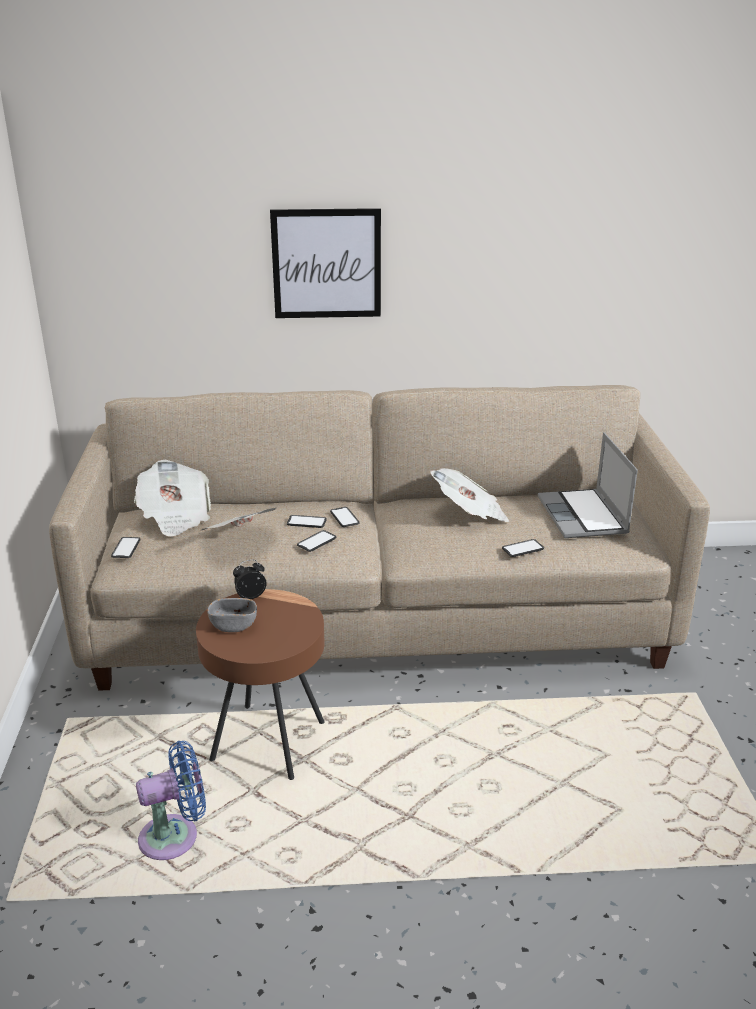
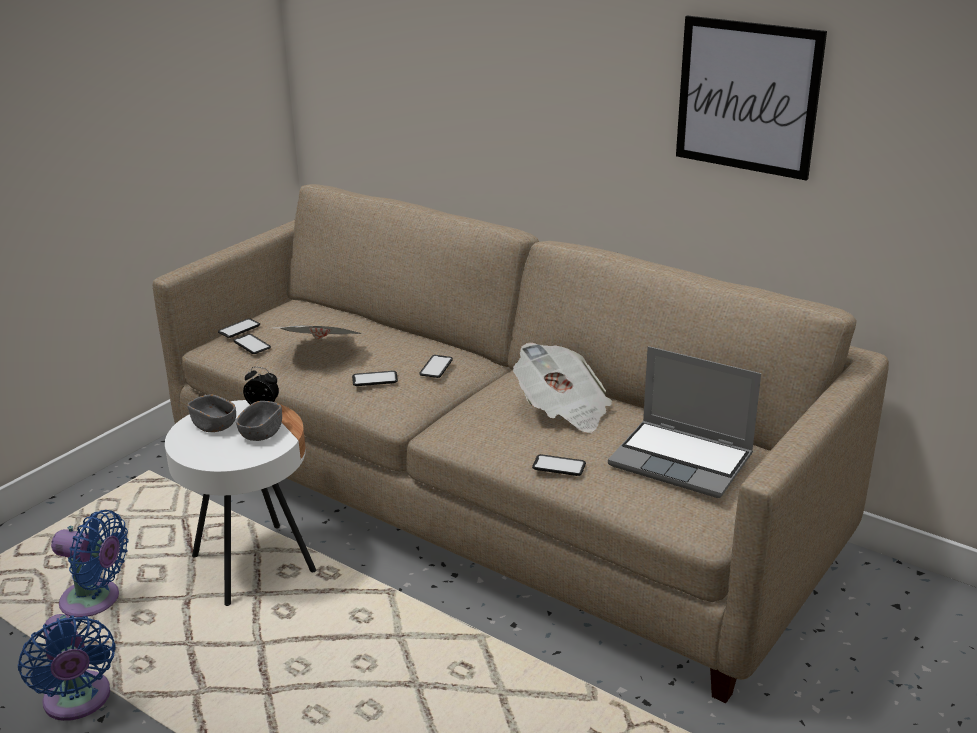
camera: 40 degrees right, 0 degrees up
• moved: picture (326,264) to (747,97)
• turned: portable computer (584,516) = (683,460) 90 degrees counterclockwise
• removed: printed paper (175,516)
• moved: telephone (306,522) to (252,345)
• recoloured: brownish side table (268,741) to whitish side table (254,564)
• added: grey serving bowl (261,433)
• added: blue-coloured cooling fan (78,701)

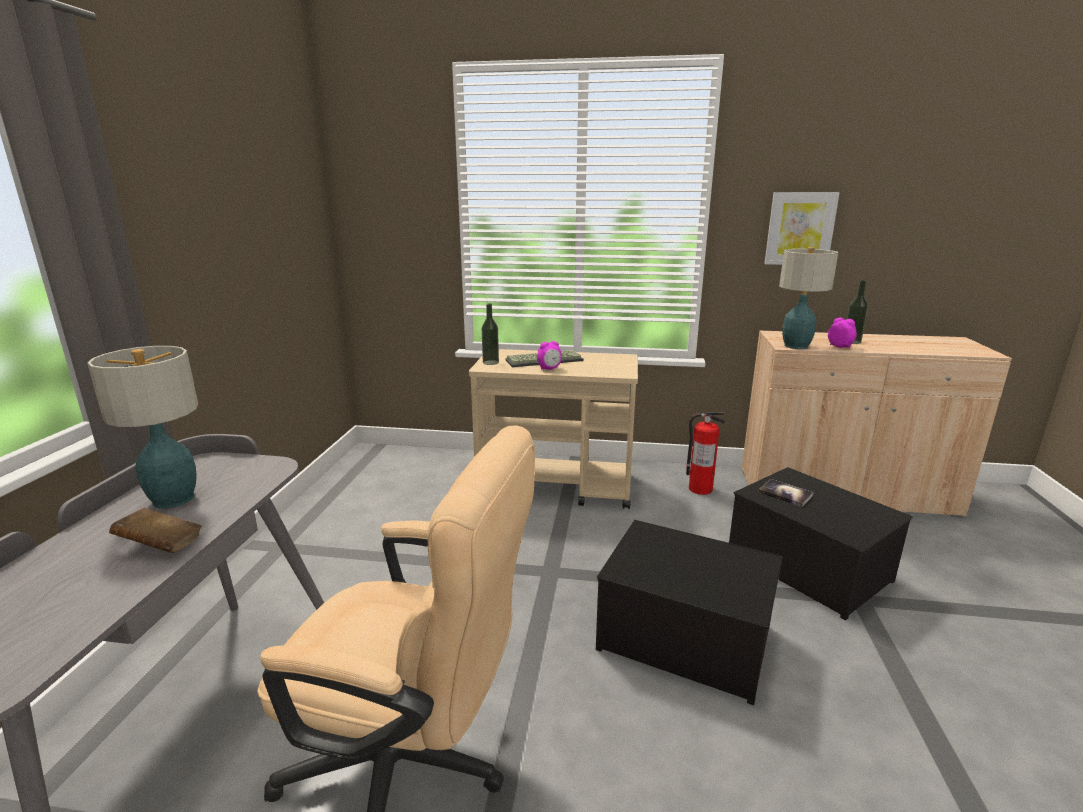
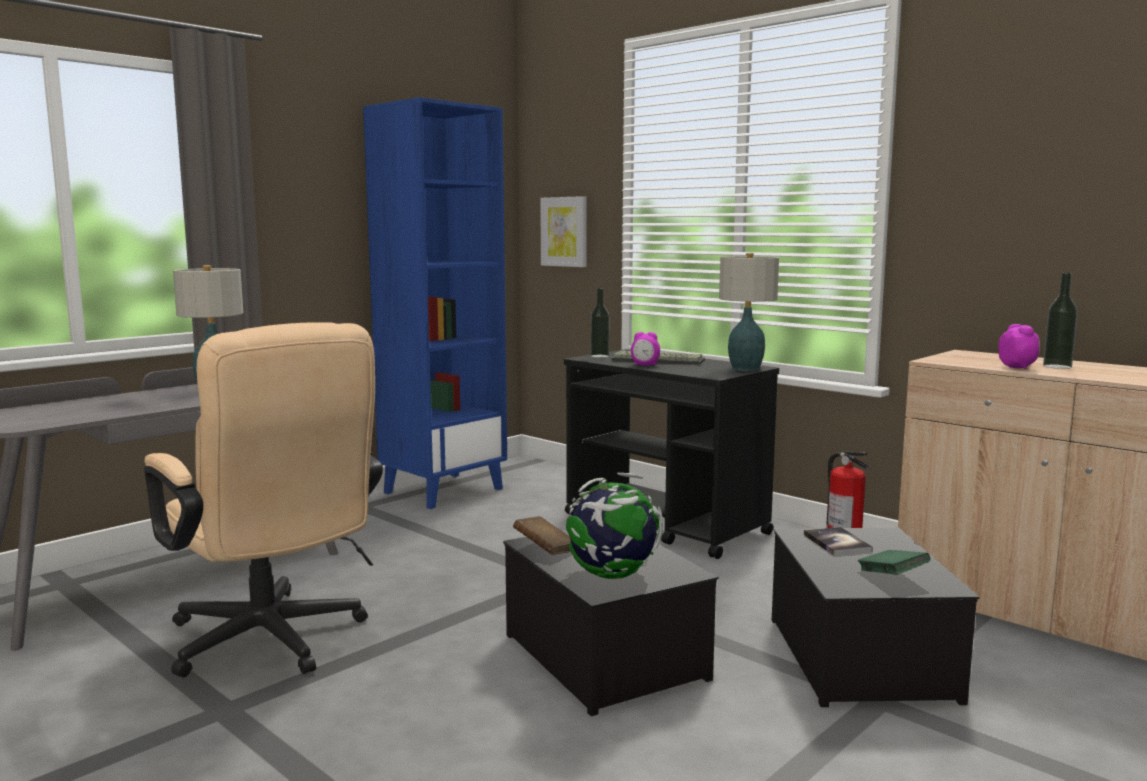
camera: 35 degrees right, 10 degrees down
• moved: picture (800,229) to (564,231)
• moved: lamp for a table (795,346) to (746,369)
• recoloured: beige wheeled cart (557,486) to blackish wheeled cart (667,524)
• moved: brownish volume (161,545) to (545,550)
• added: blue-coloured bookshelf (443,490)
• added: globe (612,576)
• added: greenish volume (892,577)

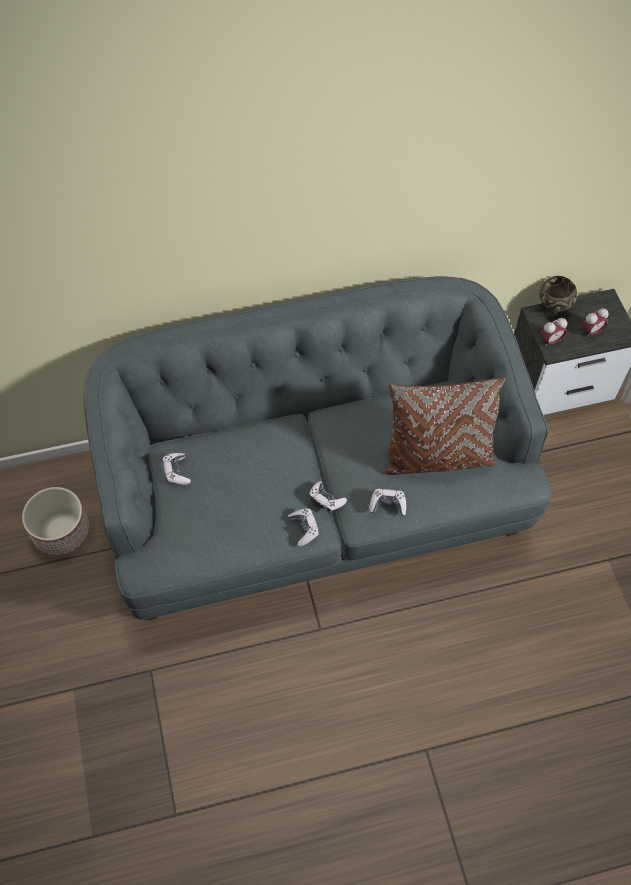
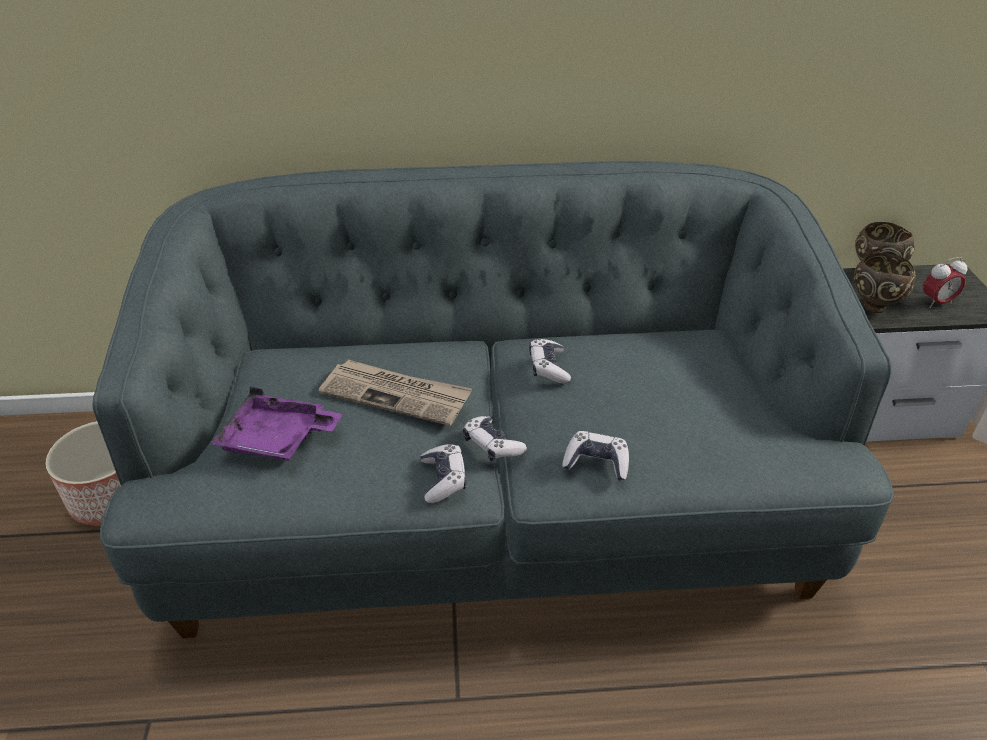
camera: 10 degrees right, 20 degrees down
• replaced: table clock (550,341) to brownish serving bowl (873,306)
• removed: brownish throw pillow (437,457)
• moved: game controller (176,471) to (548,367)
• added: printed paper (397,395)
• added: purple carrying tray (278,439)

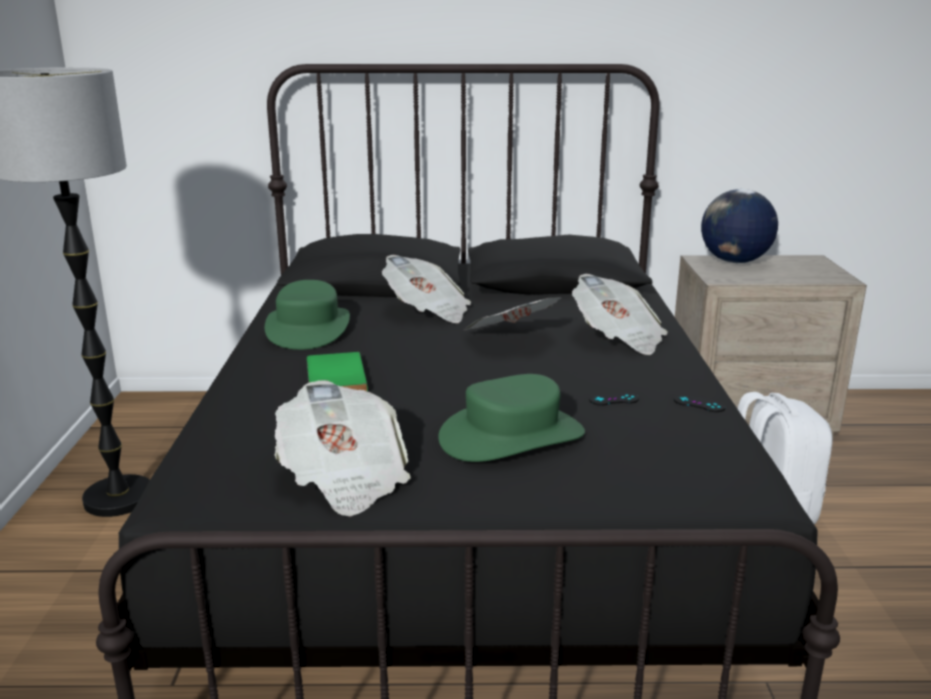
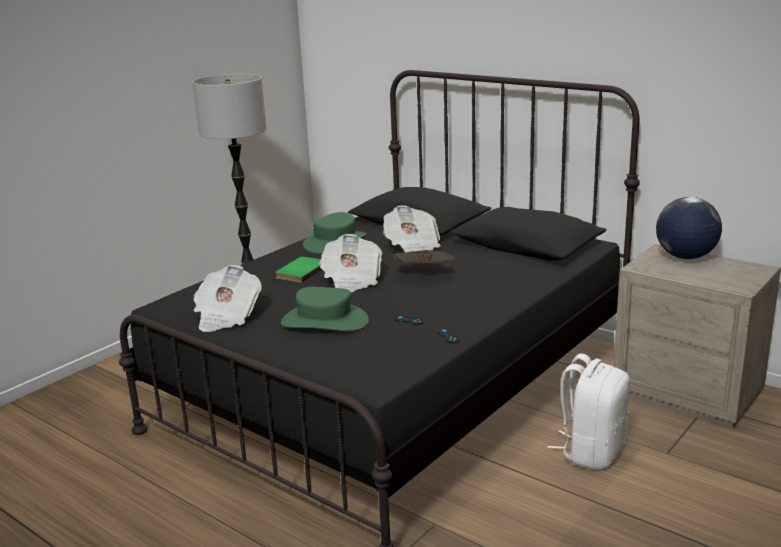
camera: 40 degrees right, 0 degrees up
• moved: printed paper (618,338) to (351,280)

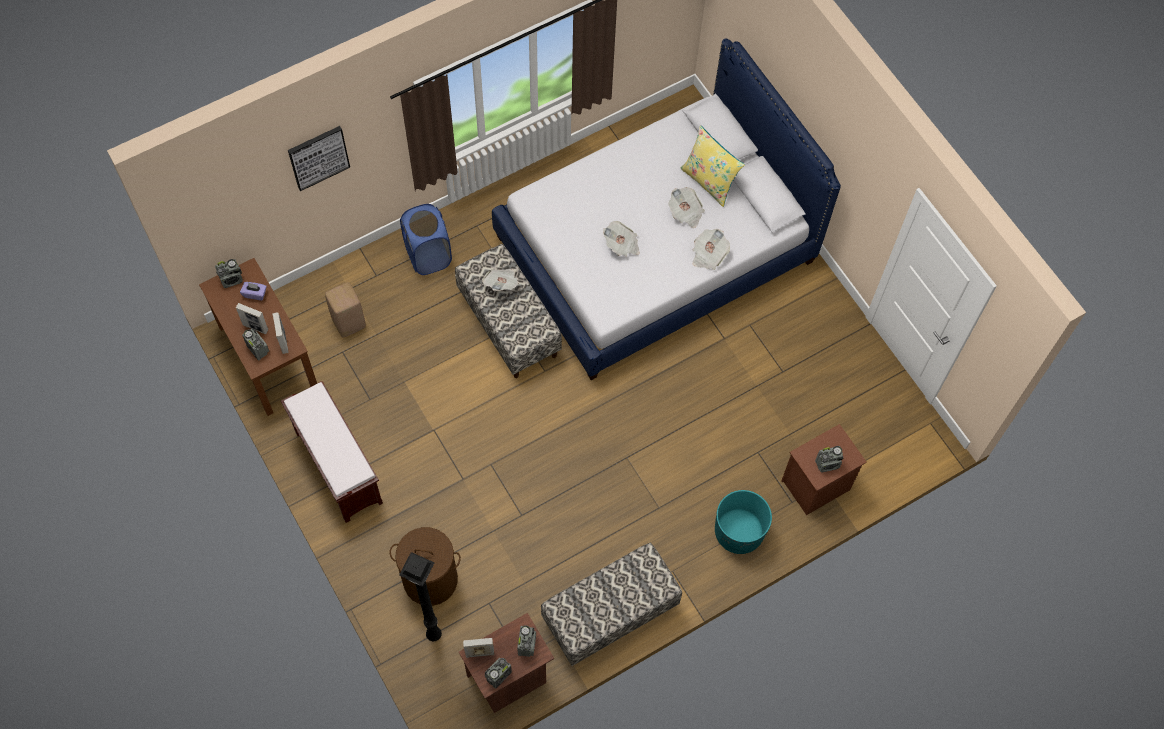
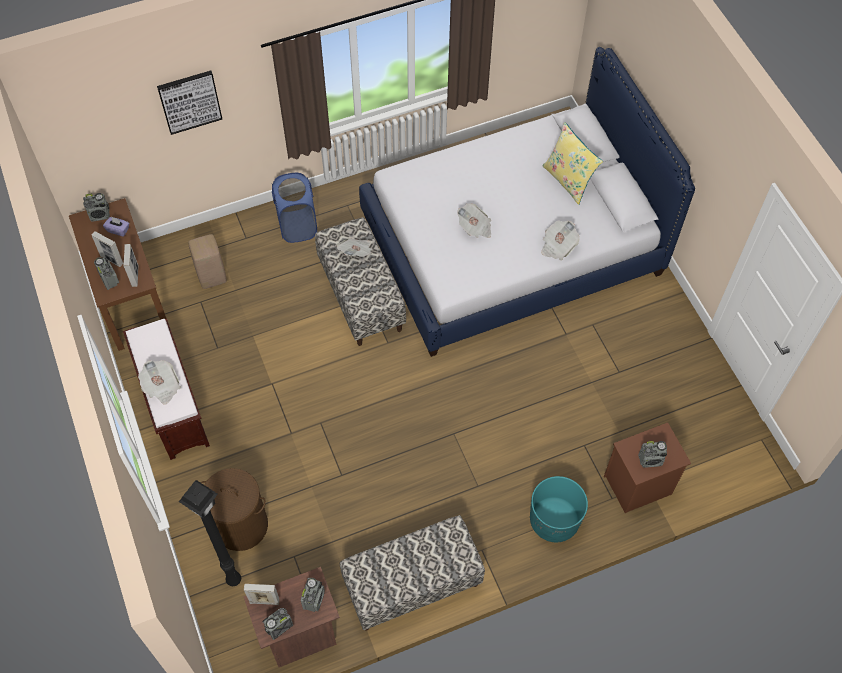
camera: 10 degrees right, 5 degrees down
• moved: printed paper (685,213) to (161,387)

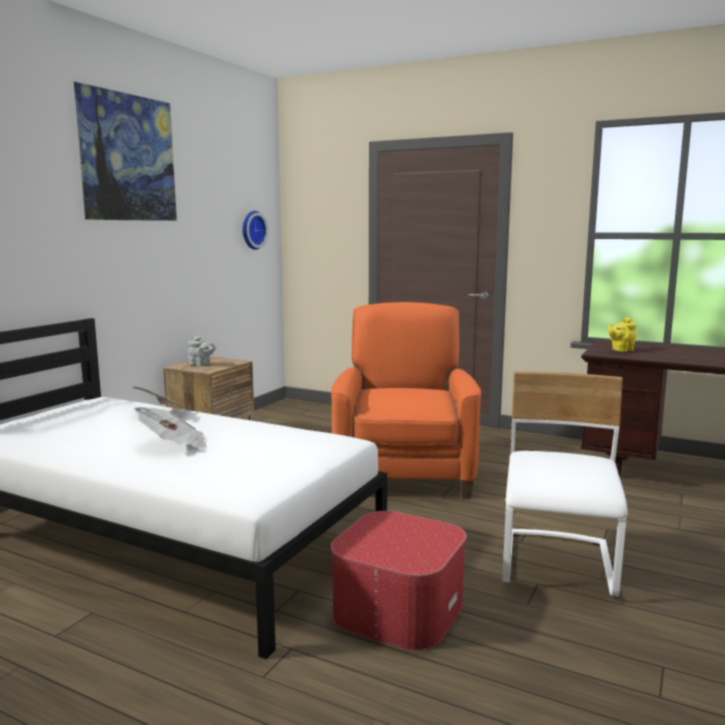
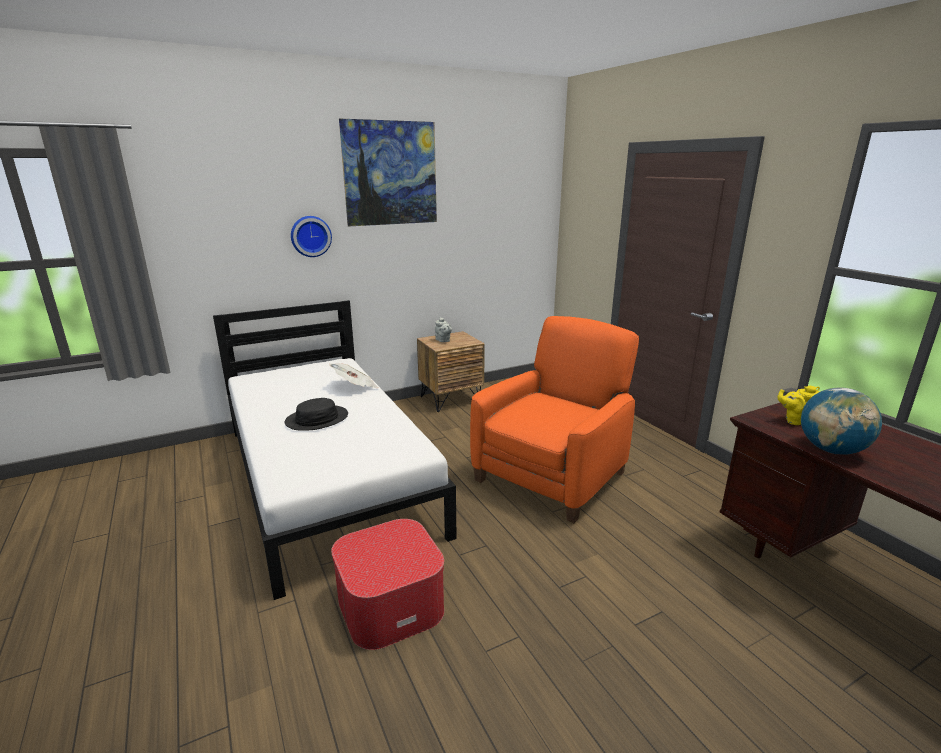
camera: 35 degrees right, 10 degrees up
• moved: wall clock (252,230) to (310,236)
• removed: whitish chair (558,565)
• replaced: printed paper (174,446) to blackish wearable hat (317,419)
• added: globe (831,450)

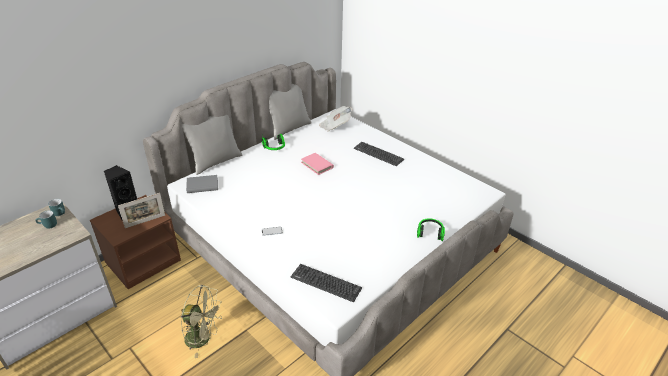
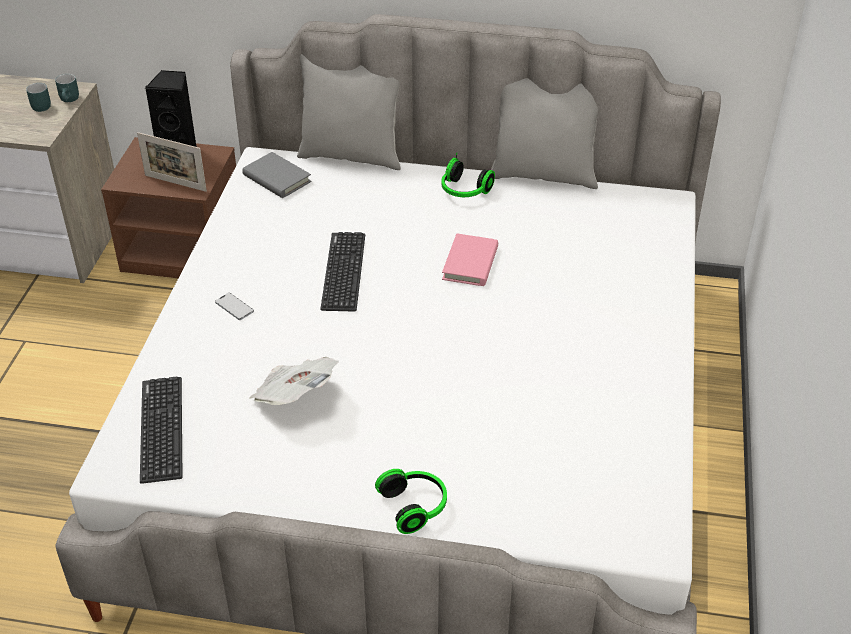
camera: 55 degrees right, 5 degrees up
• moved: printed paper (335,126) to (295,396)
• moved: PC keyboard (378,154) to (343,272)
• removed: greenish cooling fan (203,338)

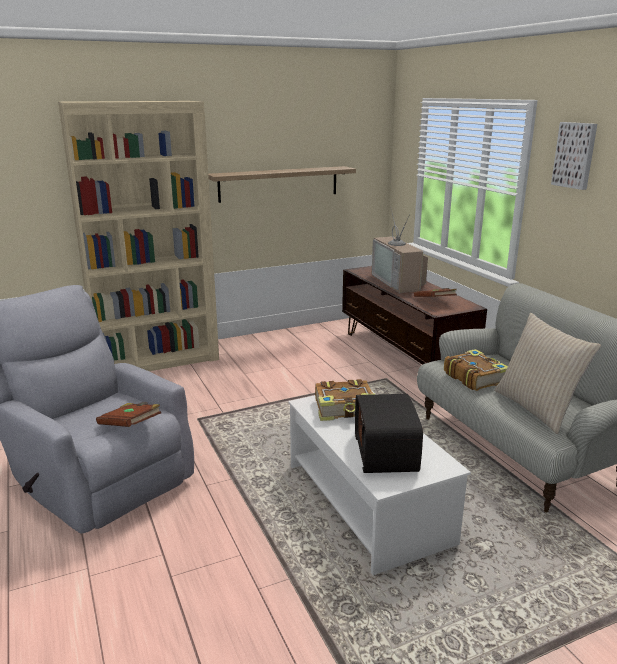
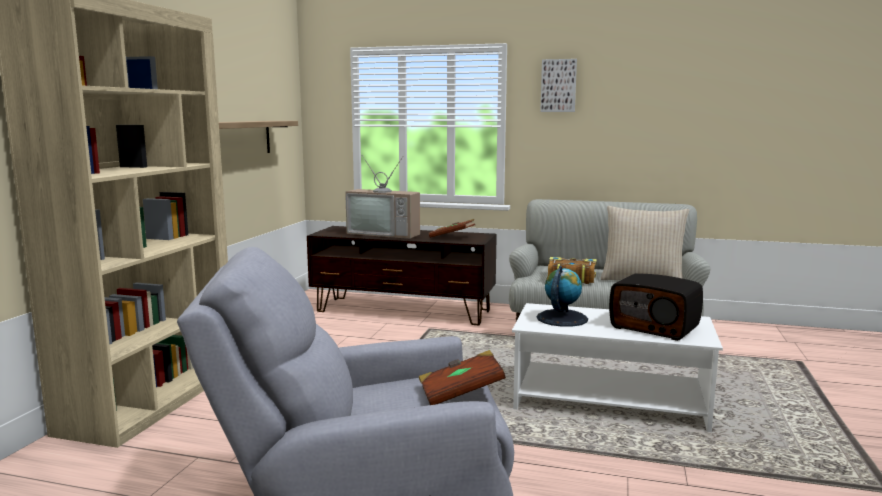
camera: 50 degrees left, 10 degrees down
• replaced: volume (345,409) to globe (561,318)

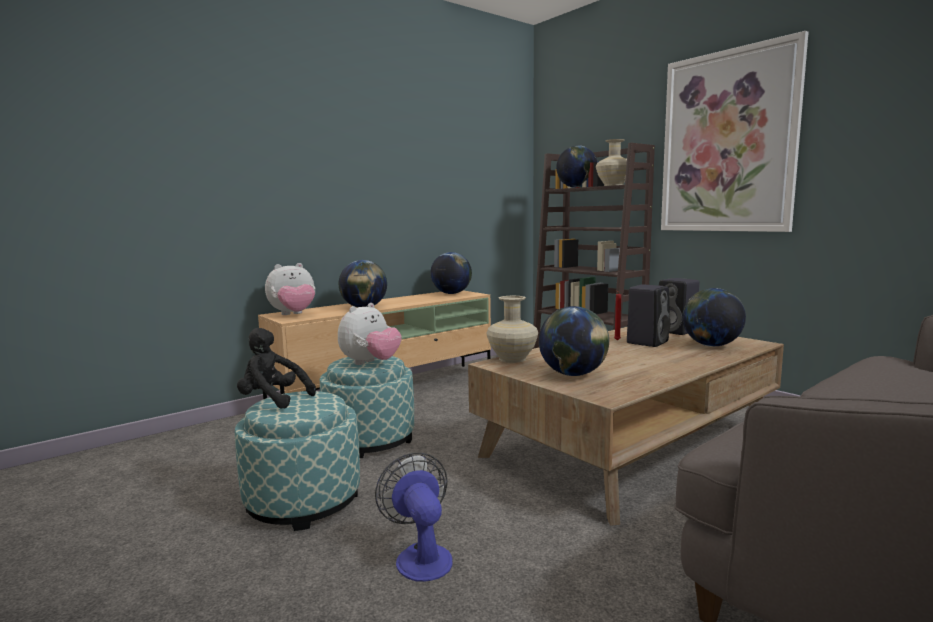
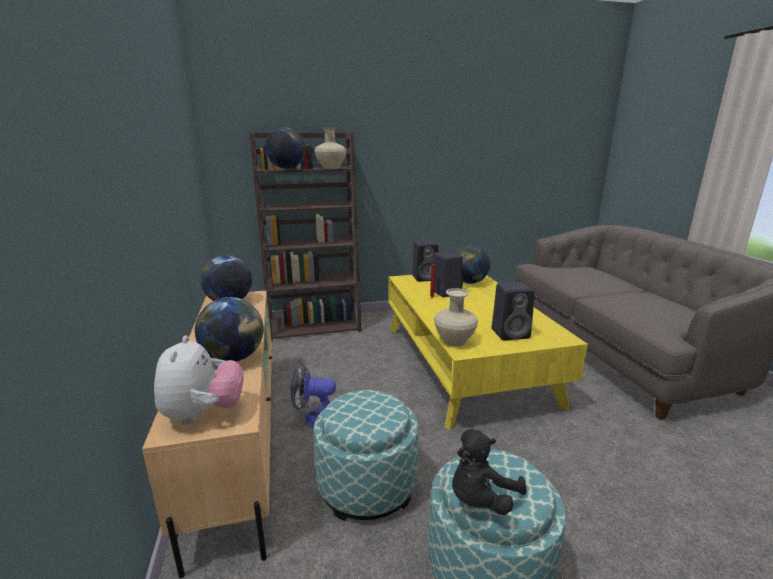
camera: 65 degrees left, 10 degrees up
• removed: picture (727,142)
• removed: soft toy (370,363)
• replaced: globe (573,375) to blackish loudspeaker (511,333)
• recoloured: brownish low table (629,444) to yellowish low table (465,363)
• moved: cooling fan (420,556) to (315,418)

